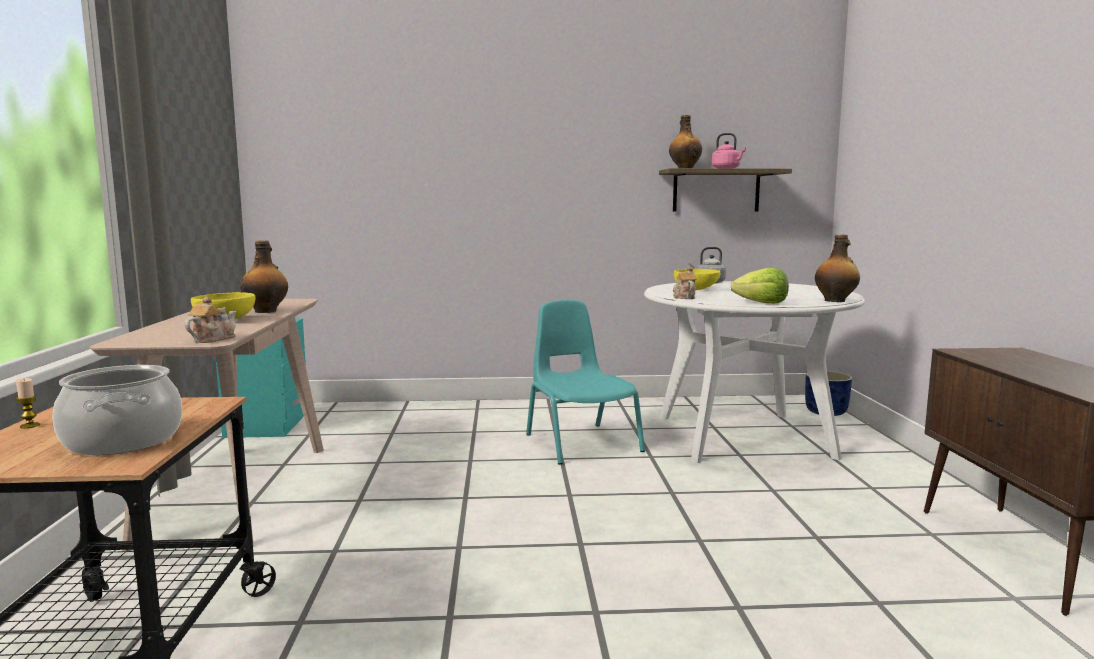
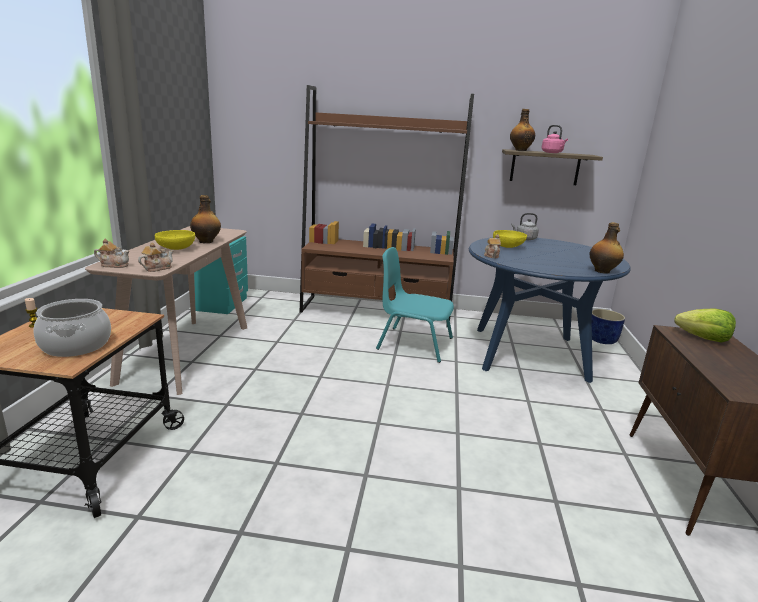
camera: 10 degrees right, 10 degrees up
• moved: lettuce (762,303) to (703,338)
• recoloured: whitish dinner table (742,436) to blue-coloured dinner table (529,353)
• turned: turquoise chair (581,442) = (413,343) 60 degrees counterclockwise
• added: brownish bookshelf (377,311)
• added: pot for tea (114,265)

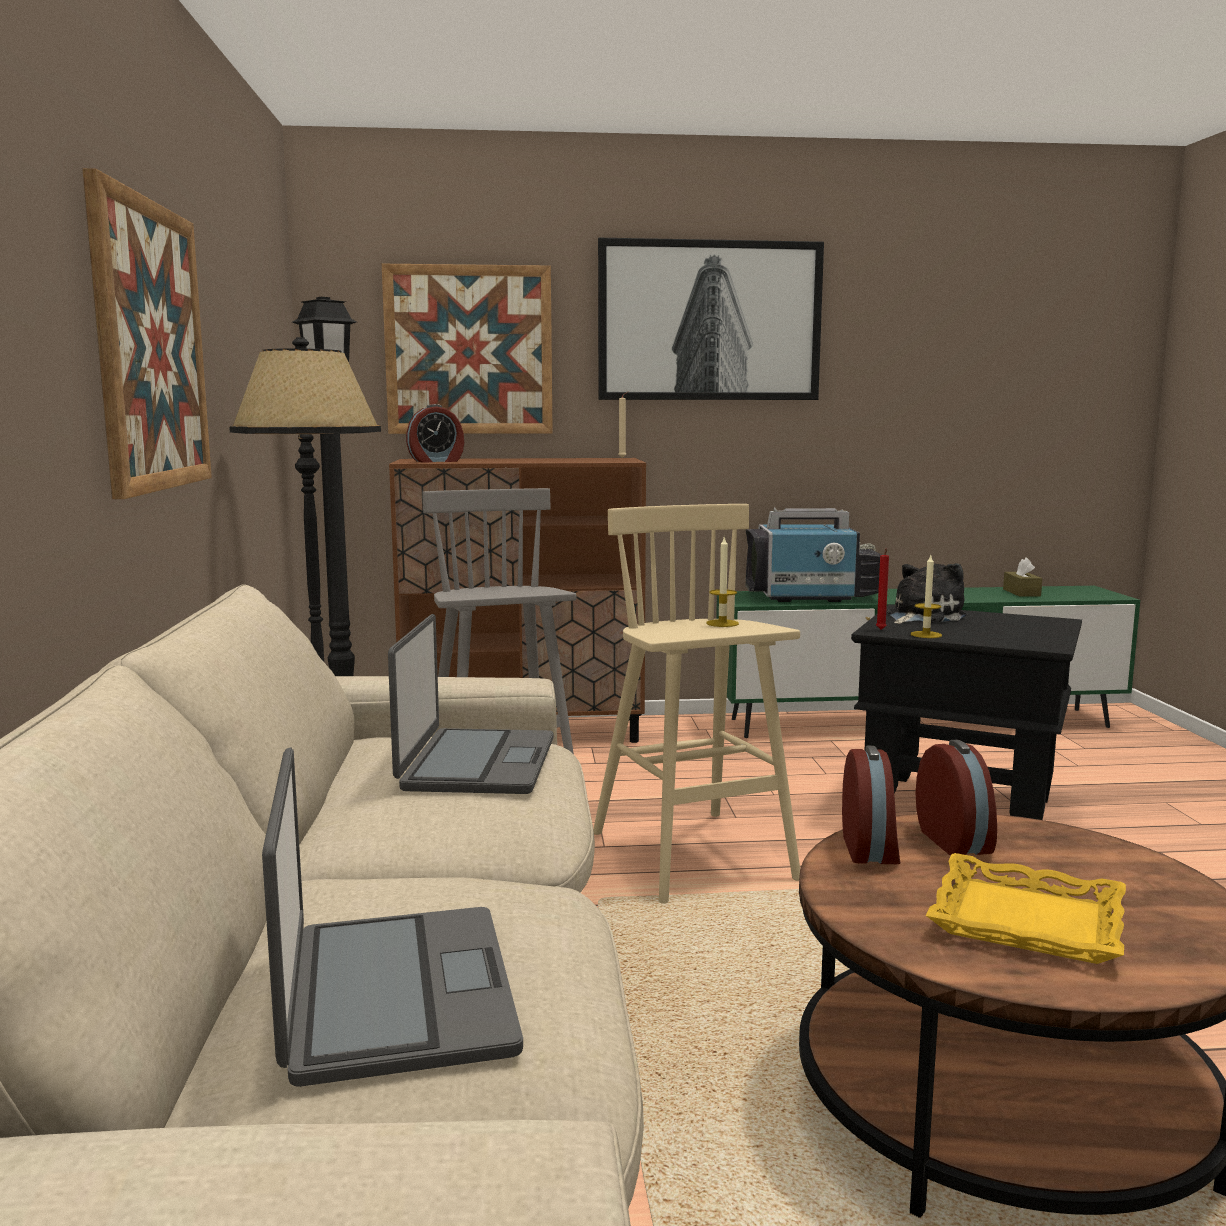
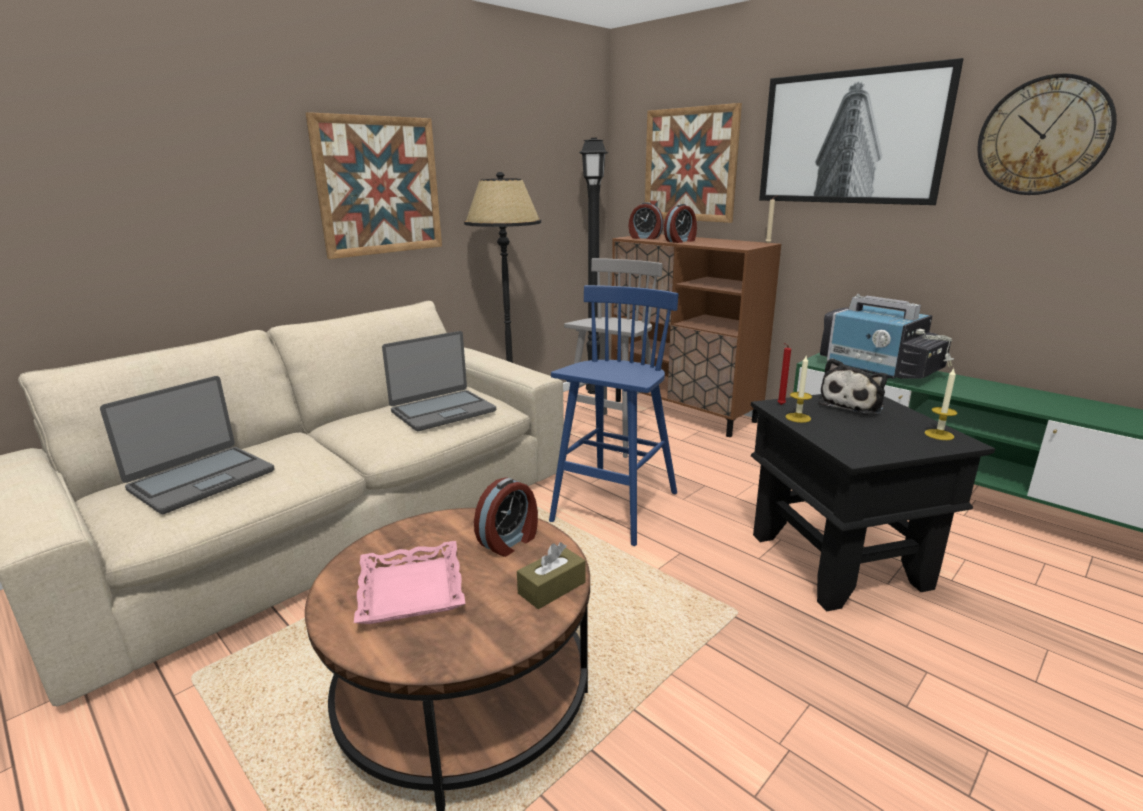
camera: 50 degrees right, 10 degrees up
• recoloured: beige stool (694,857) to blue-coloured stool (614,508)
• moved: wax candle (722,623) to (939,435)
• moved: brownish box of tissues (1021,592) to (552,588)
• turned: soft toy (922,616) = (853,404) 120 degrees clockwise
• moved: table clock (871,849) to (680,241)
• recoloured: yellowish carrying tray (1027,920) to pink carrying tray (412,590)
• added: wall clock (1043,136)

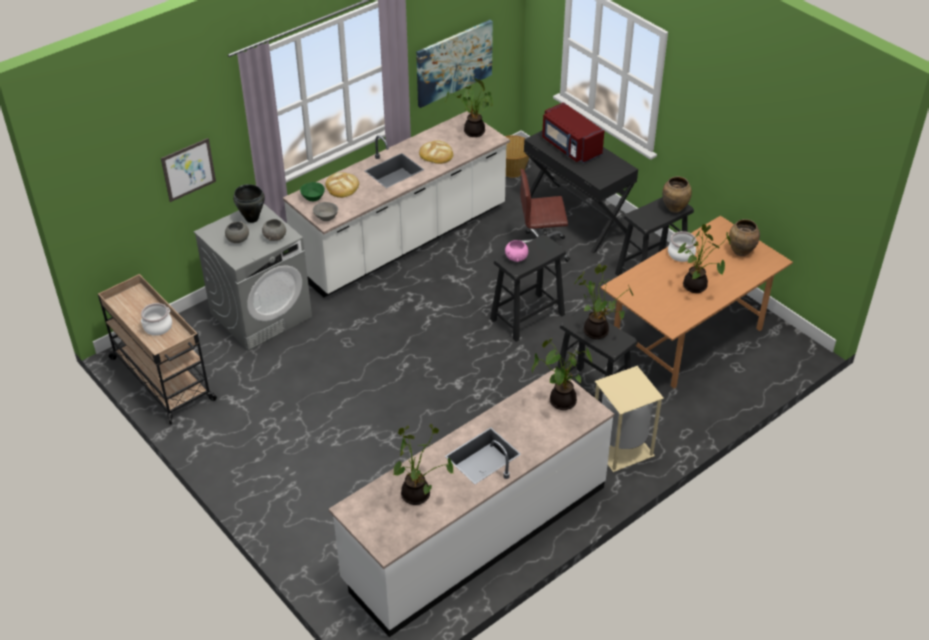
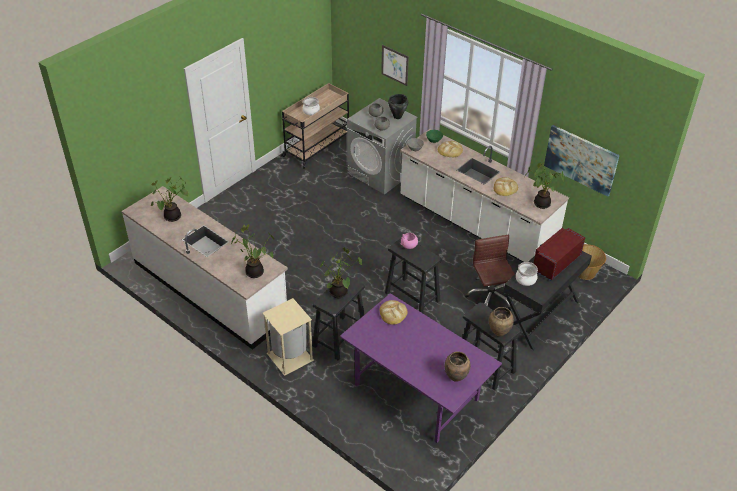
camera: 80 degrees right, 0 degrees up
• recoloured: brownish dinner table (687,336) to purple dinner table (415,392)
• removed: potted plant (696,287)
• moved: cooking pot (681,254) to (525,279)
• added: bread (393,313)

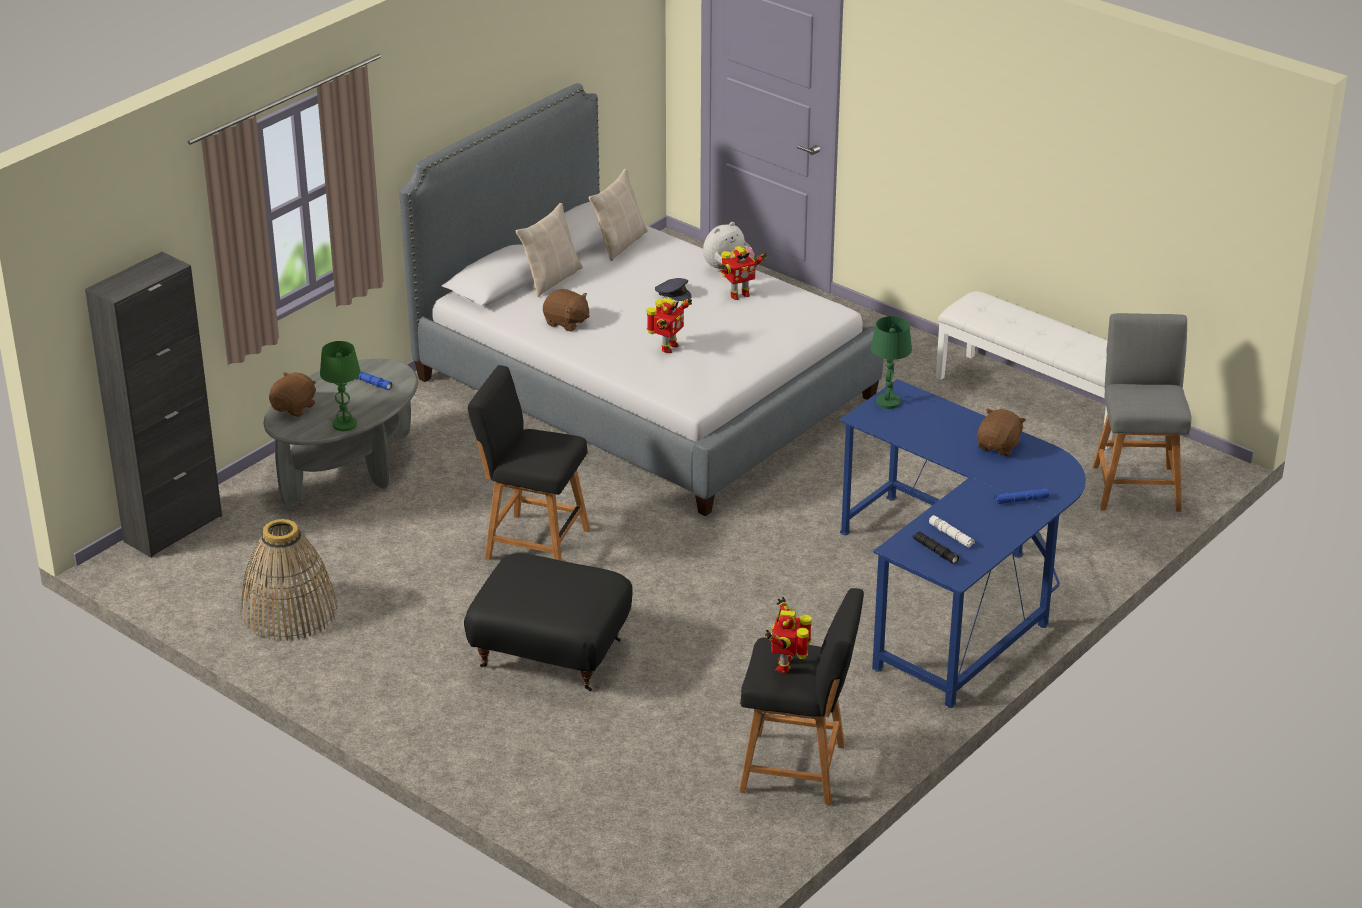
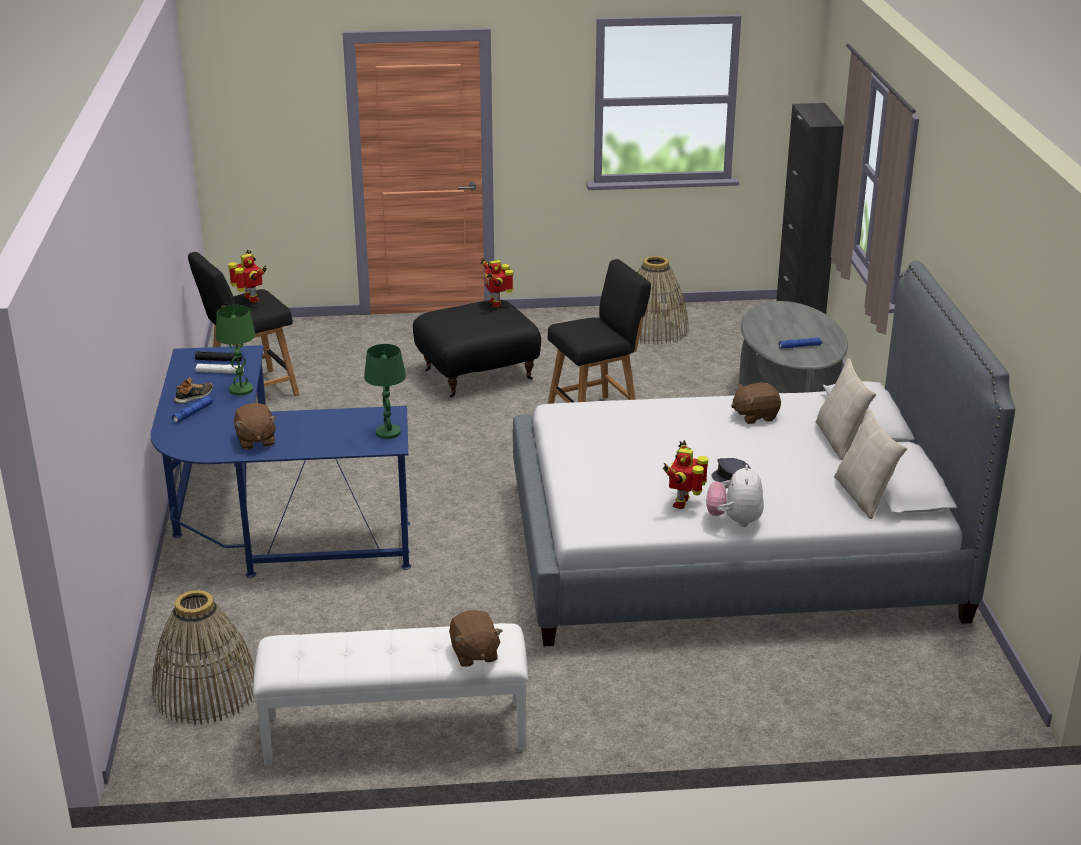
camera: 135 degrees right, 5 degrees down
• moved: robot figure (667,347) to (496,303)
• replaced: grey stool (1135,485) to household basket (206,691)
• moved: greenish lamp for a table (345,424) to (241,390)
• moved: brownish soft toy (294,408) to (474,654)
• added: item of footwear (194,397)

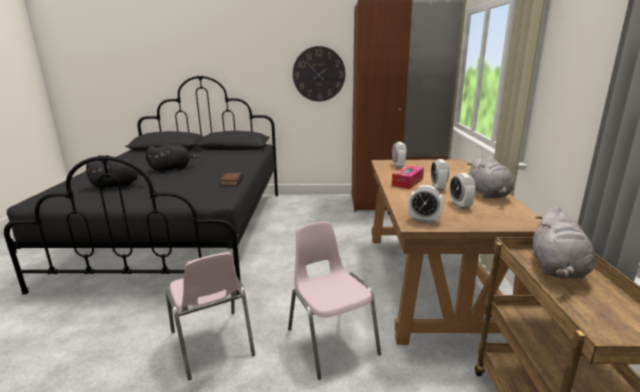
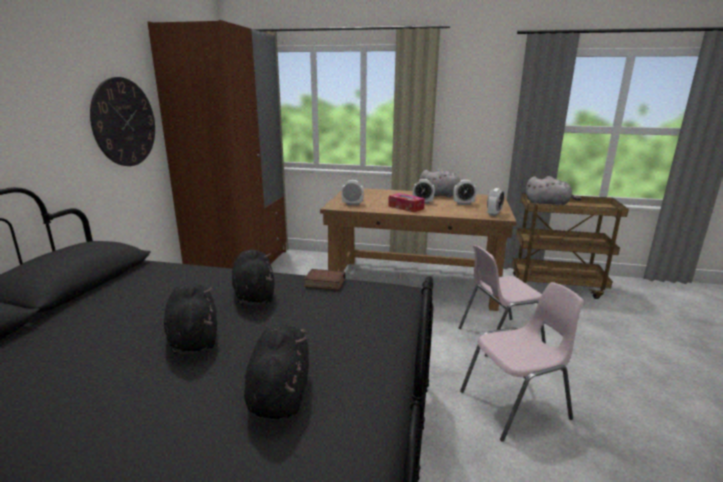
camera: 80 degrees left, 0 degrees up
• added: blackish soft toy (254,294)

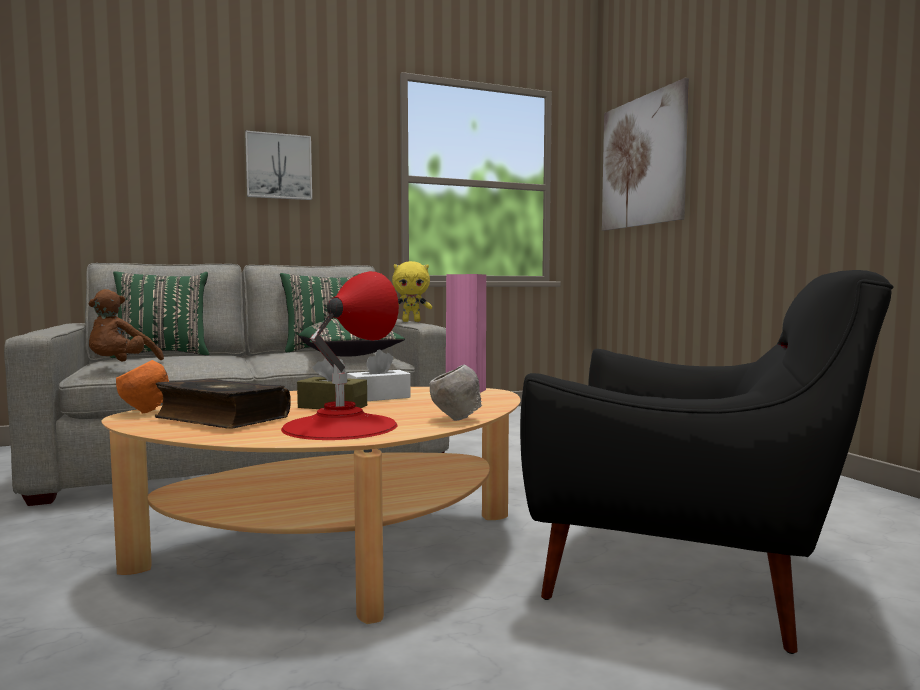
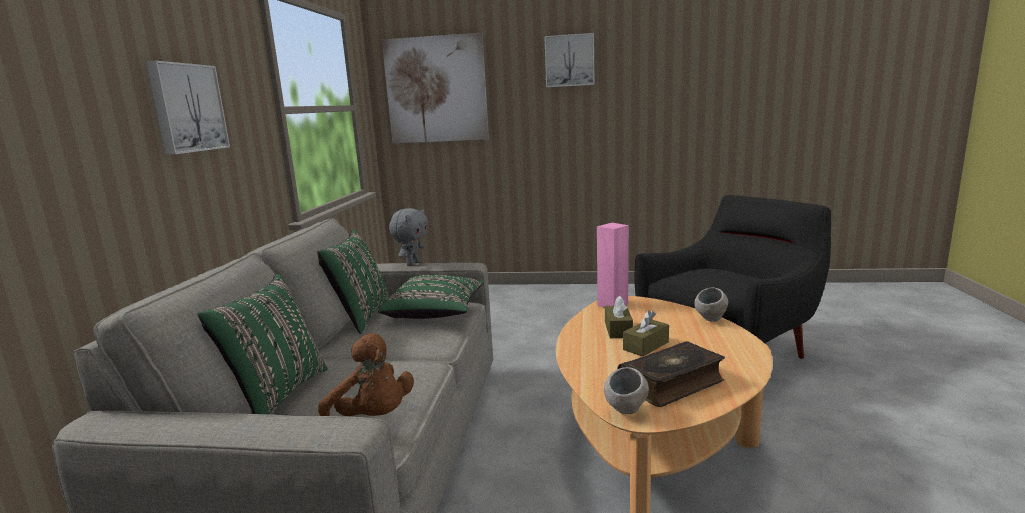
camera: 60 degrees left, 10 degrees up
• recoloured: yellowish soft toy (411,321) to grey soft toy (412,264)
• removed: red lamp for a table (340,426)
• recoloured: whitish box of tissues (378,397) to brownish box of tissues (618,329)
• recoloured: orangey serving bowl (145,412) to grey serving bowl (626,413)
• added: picture (569,60)

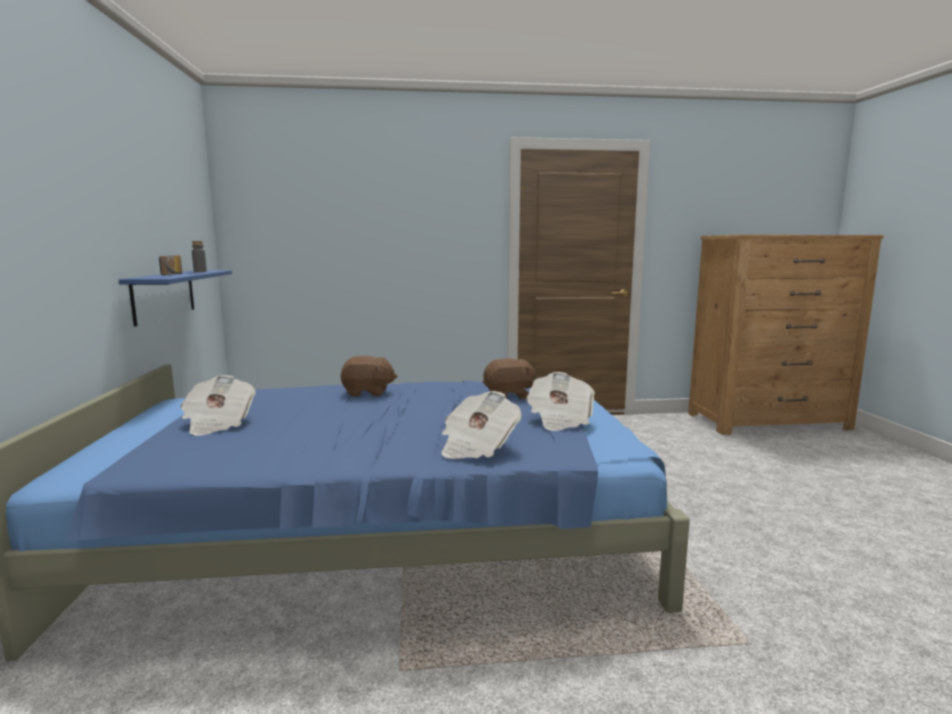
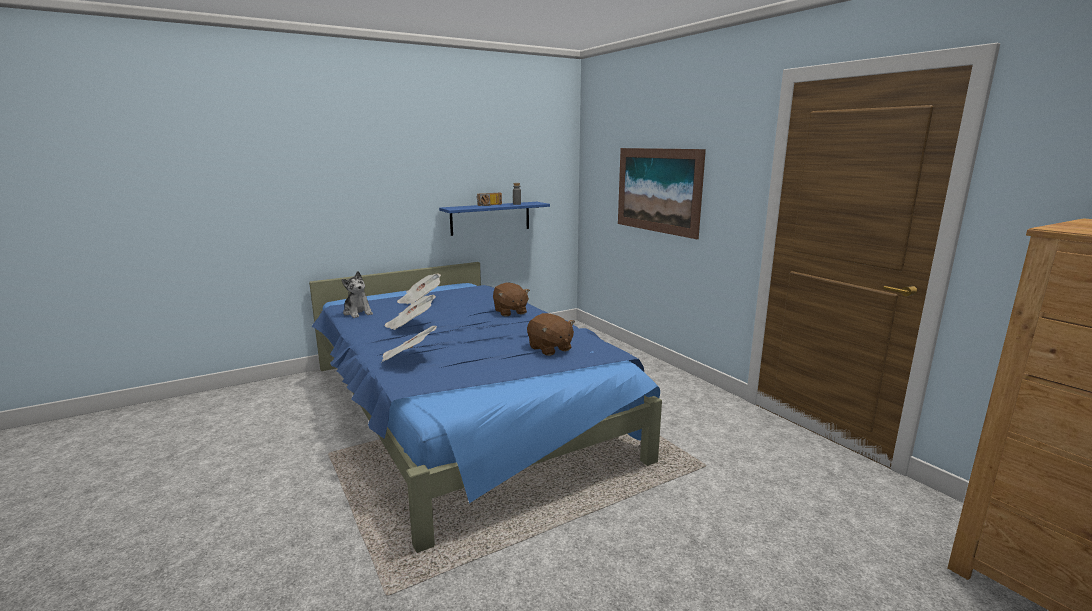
camera: 65 degrees right, 5 degrees up
• moved: printed paper (559,419) to (410,325)
• added: picture (657,190)
• added: soft toy (358,313)

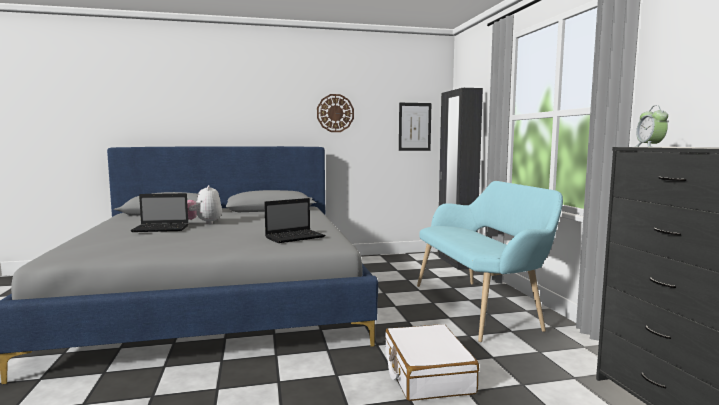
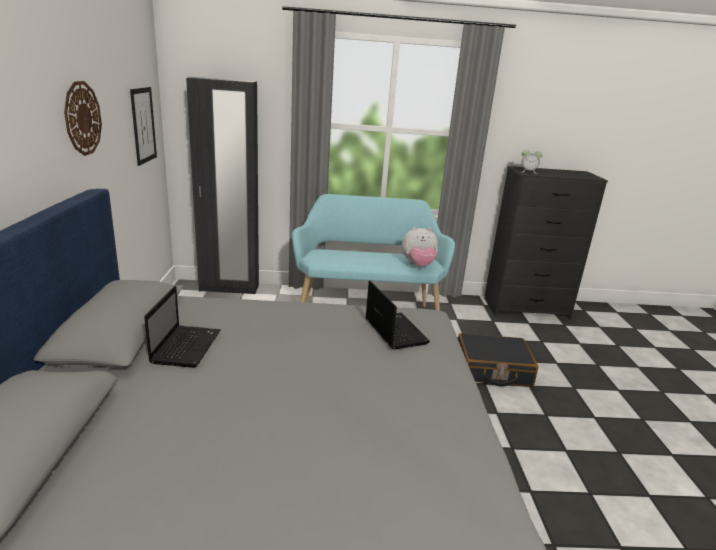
camera: 80 degrees left, 15 degrees up
• moved: soft toy (204,223) to (418,265)
• moved: portable computer (162,229) to (186,346)
• recoloured: whitish travel case (427,374) to blackish travel case (492,370)

